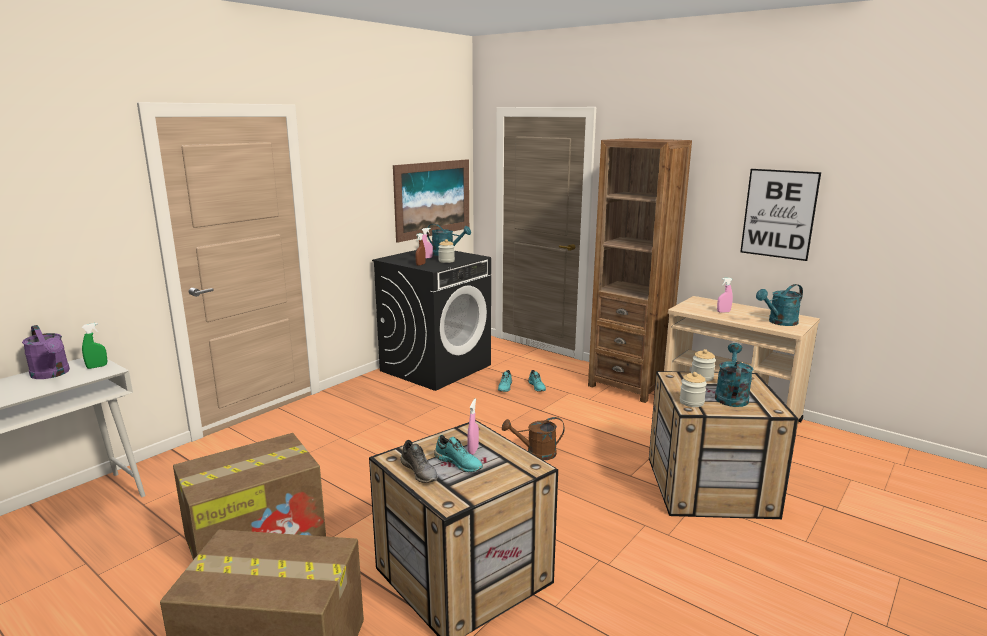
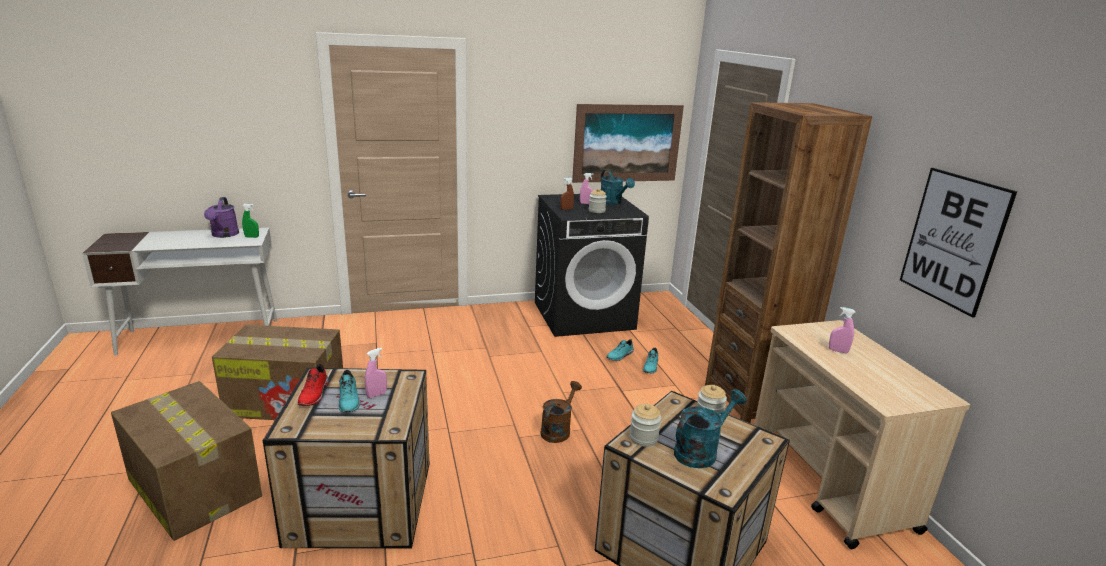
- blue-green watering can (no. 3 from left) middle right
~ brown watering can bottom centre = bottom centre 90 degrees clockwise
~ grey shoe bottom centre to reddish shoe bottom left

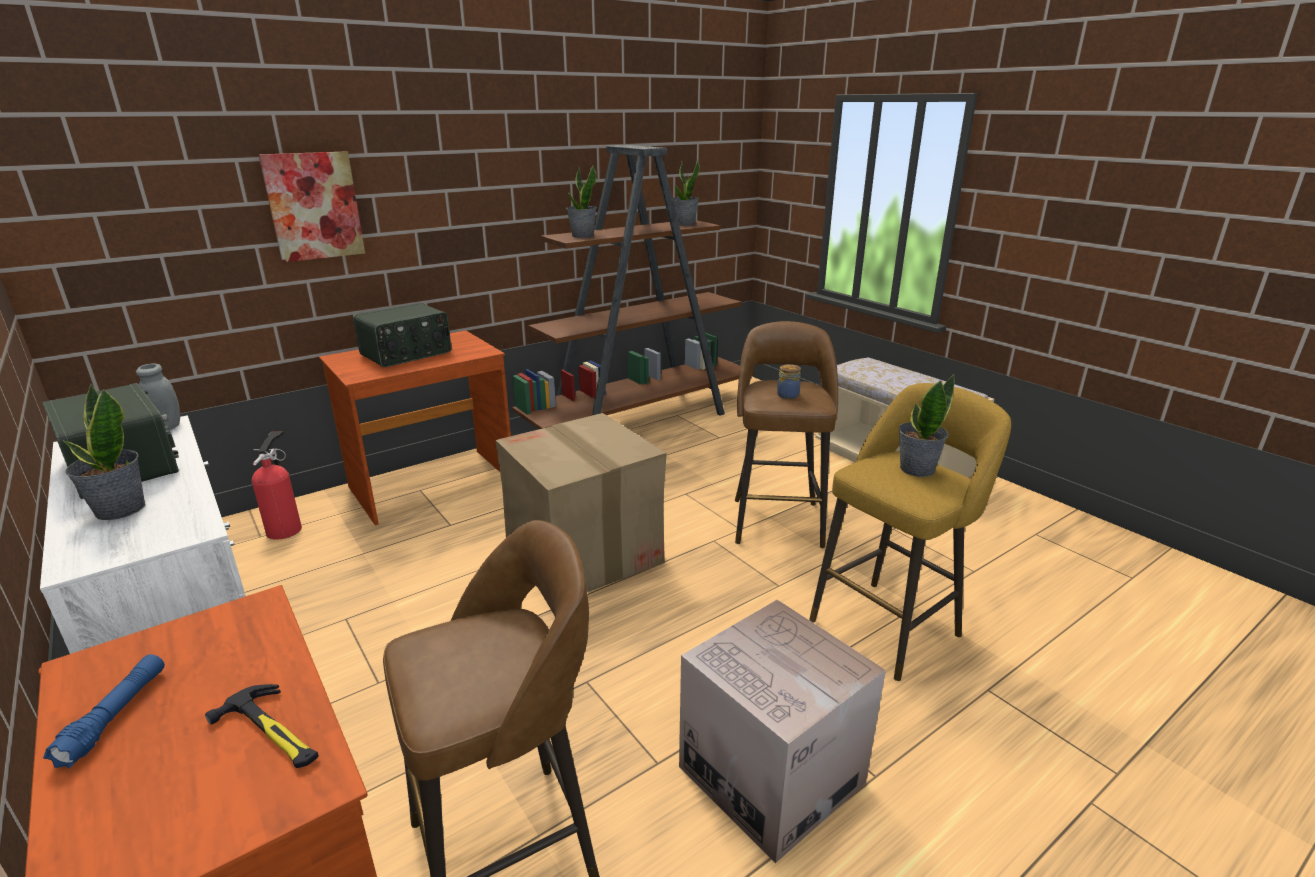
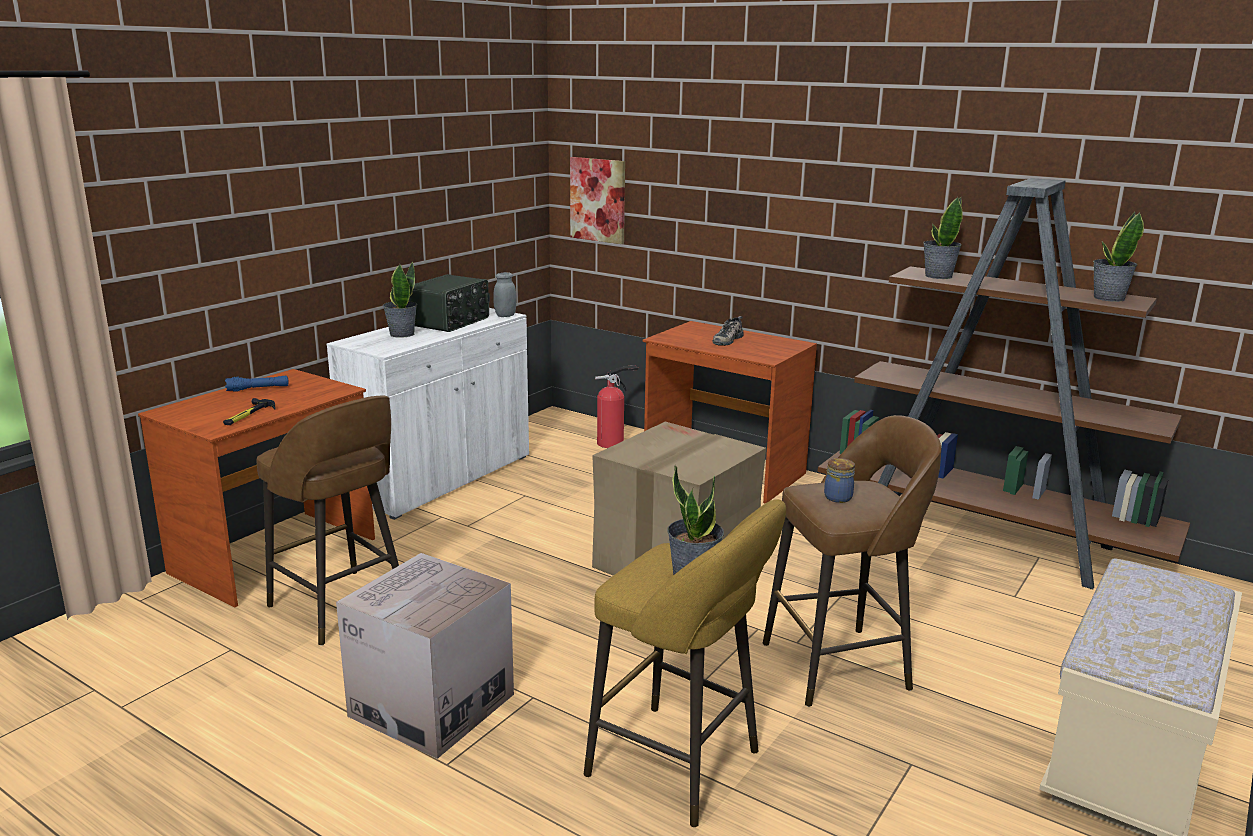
~ wall picture top left to top centre
~ radio set (no. 2 from left) middle left to shoe centre

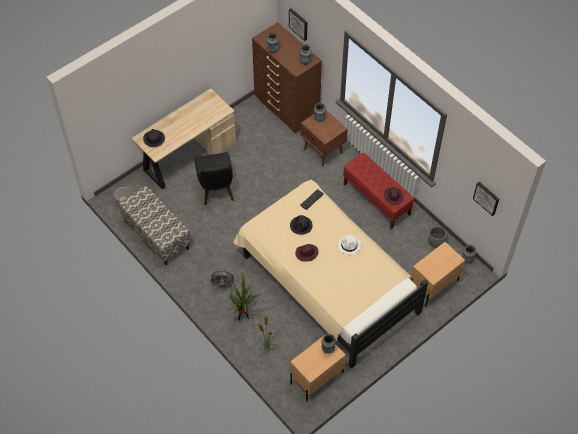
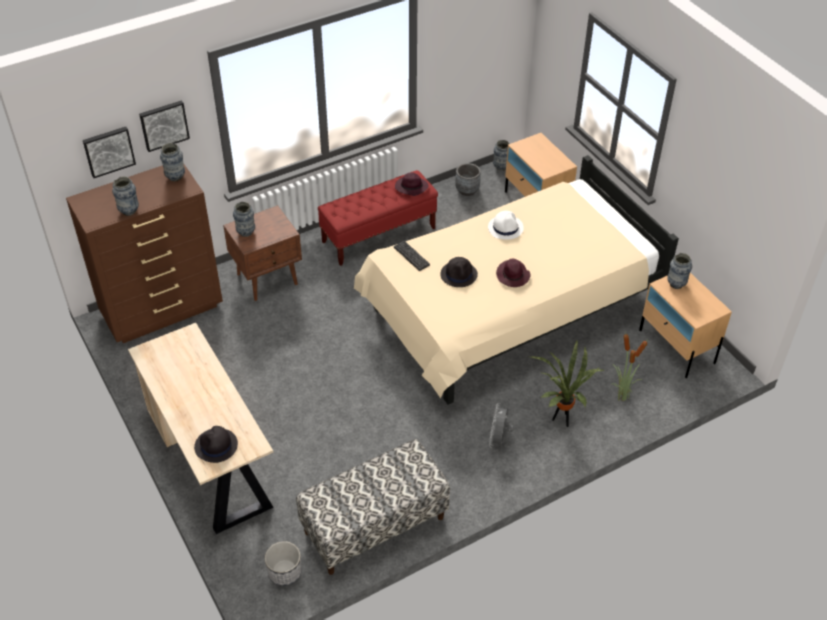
- black plain chair centre
~ wall picture (no. 2 from left) middle right to top left

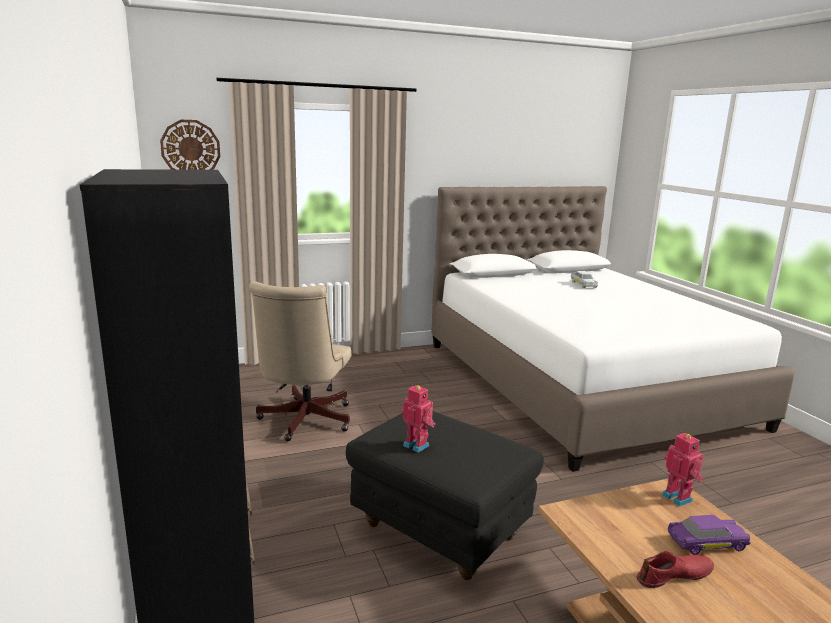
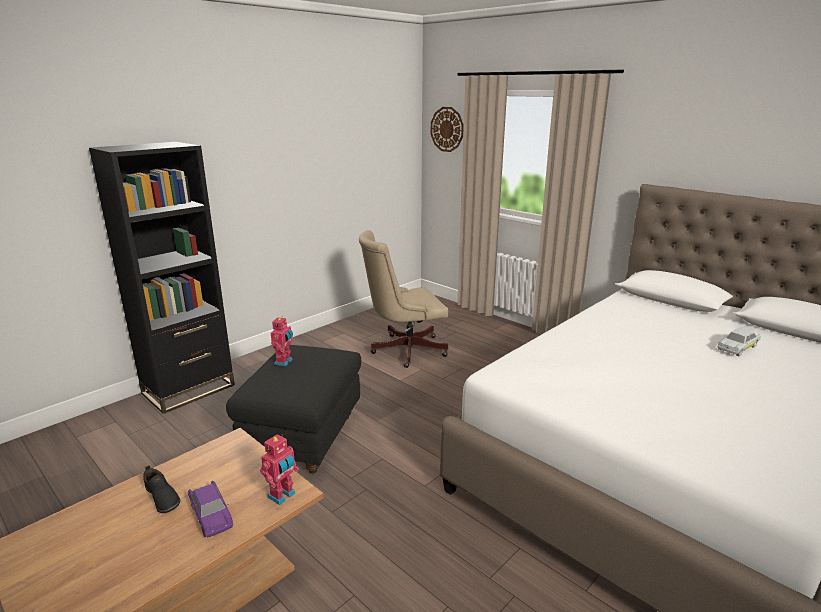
~ reddish shoe bottom right to black shoe bottom left

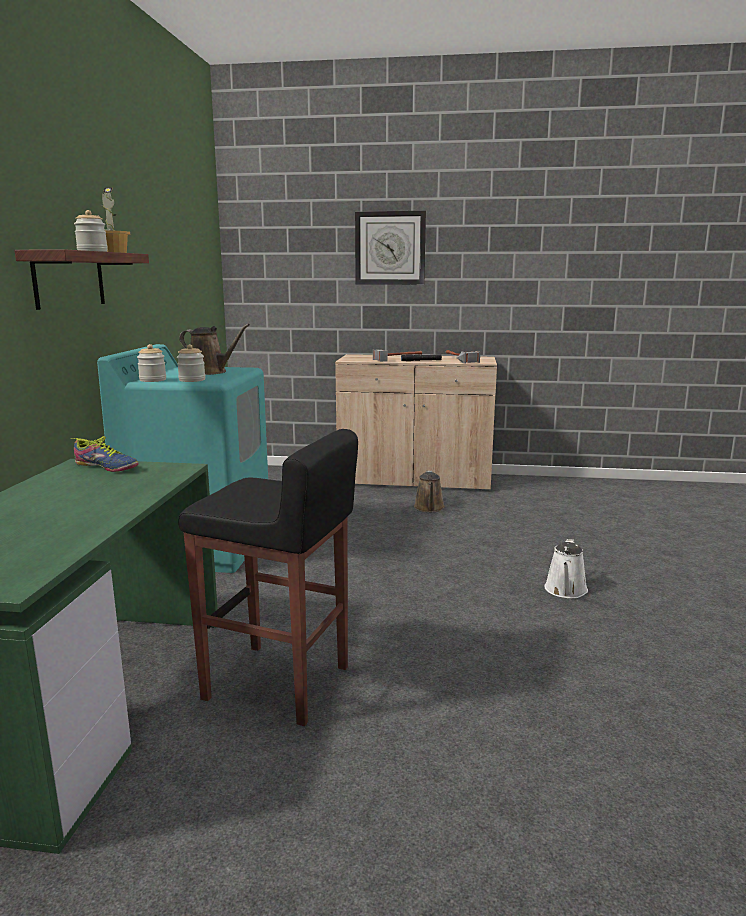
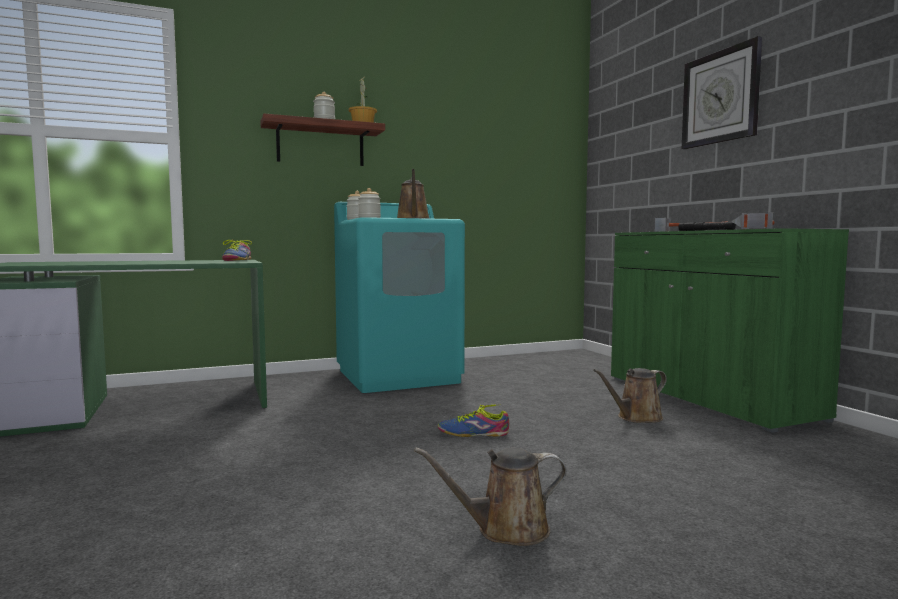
~ beige-coloured storage cabinet centre to greenish storage cabinet middle right
- black sitting stool centre
~ white-coloured watering can middle right to brown watering can (no. 2 from left) bottom centre
+ shoe (no. 2 from left) bottom centre

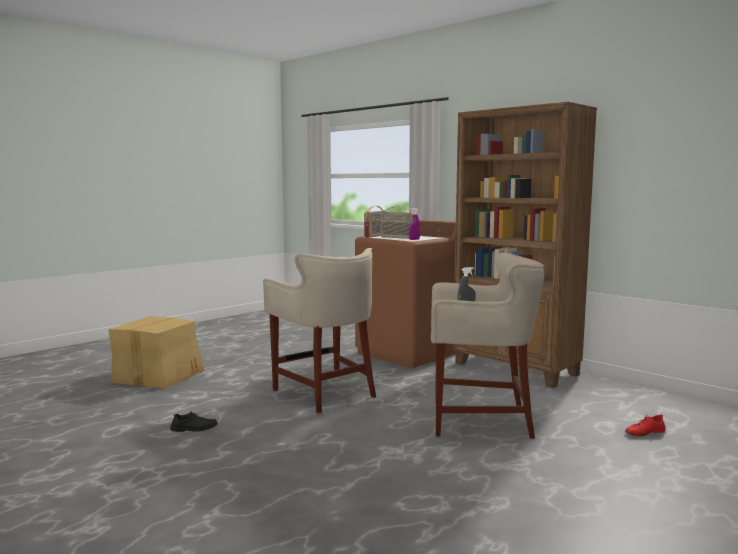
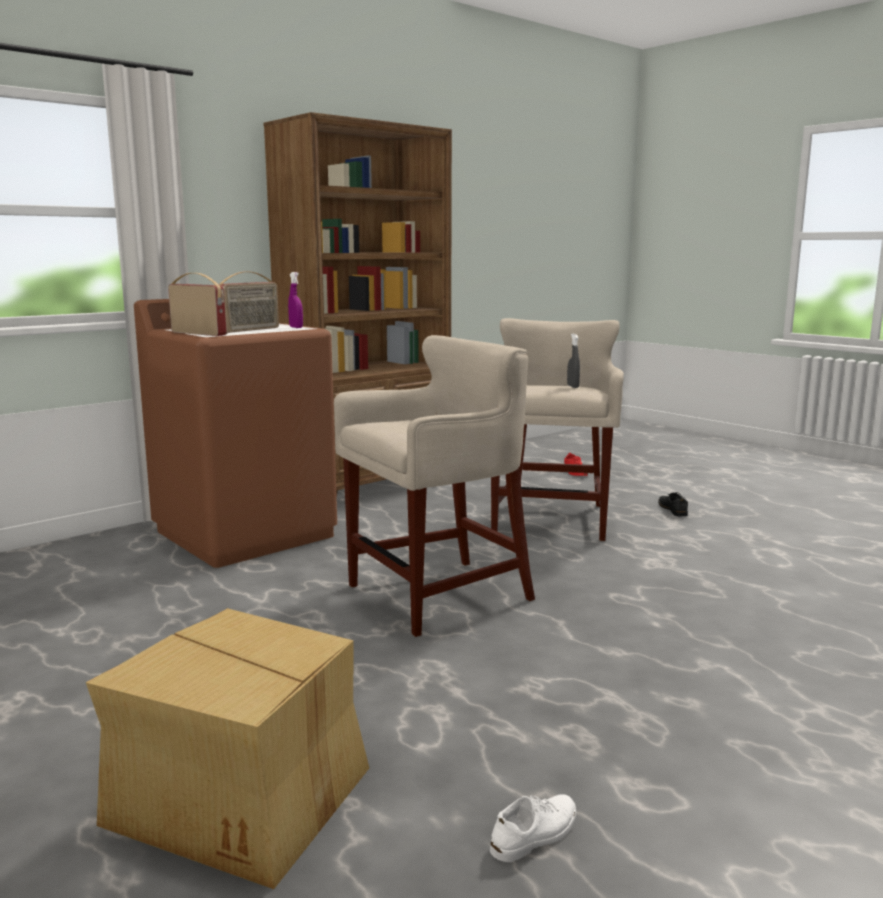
~ black shoe bottom left to middle right
+ white-coloured shoe bottom centre

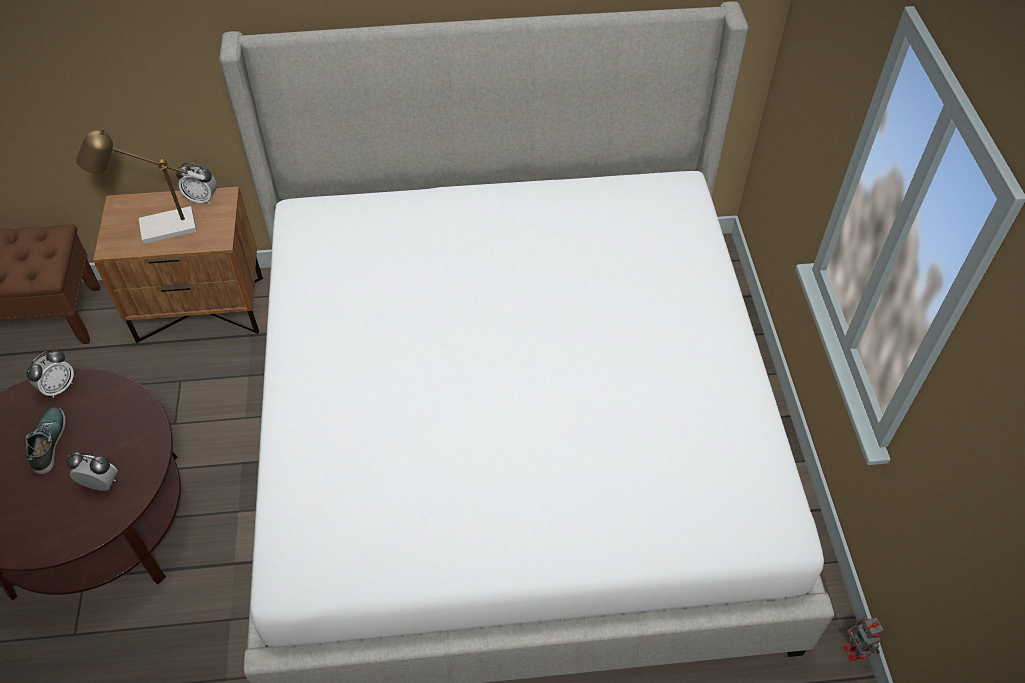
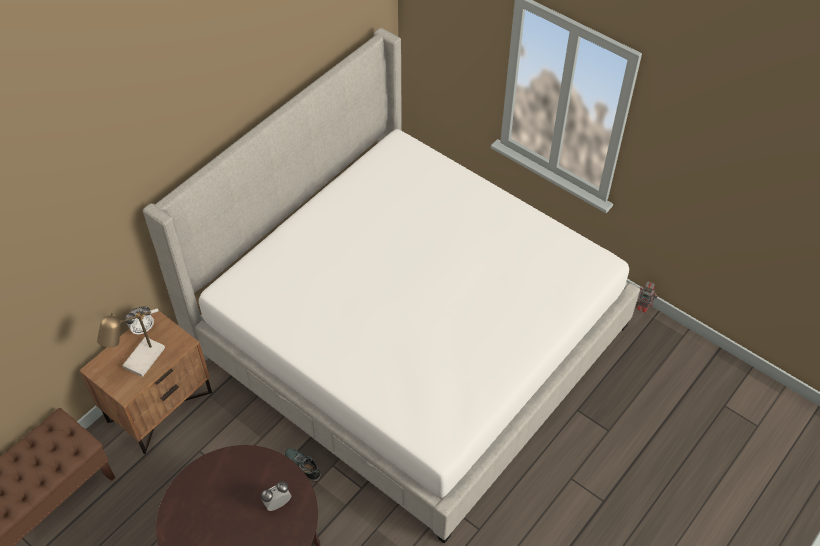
- table clock (no. 1 from left) middle left
~ shoe middle left to bottom centre

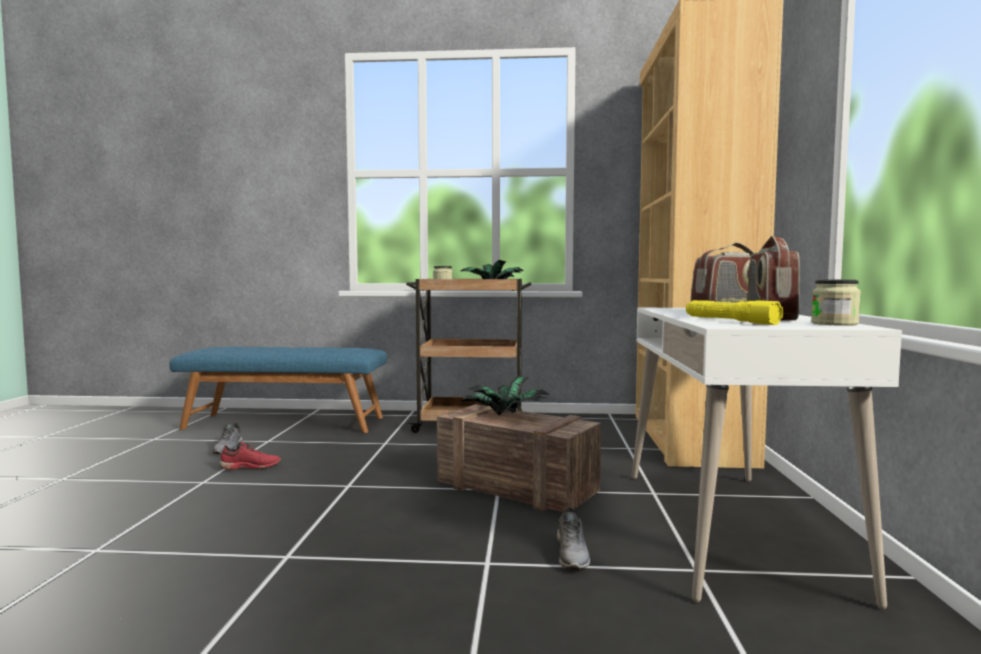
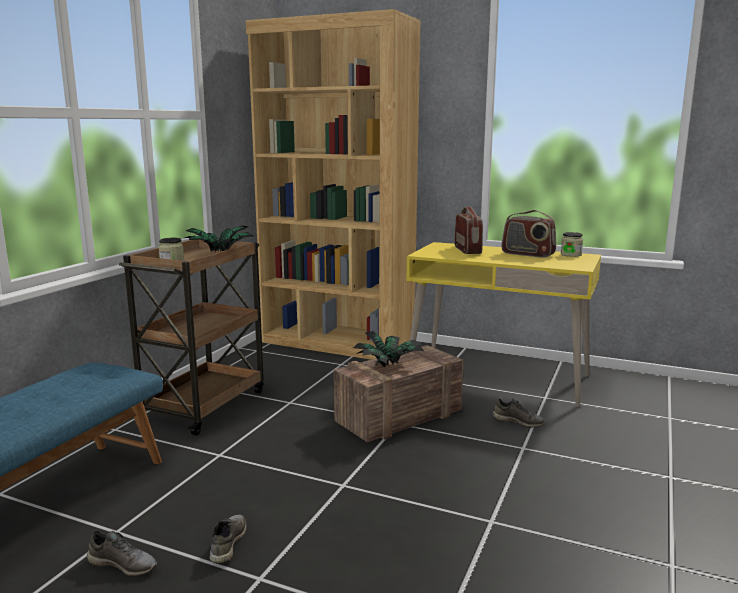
- yellow flashlight middle right
~ white-coloured desk unit bottom right to yellow desk unit middle right
~ reddish shoe bottom left to grey shoe (no. 2 from left) bottom left

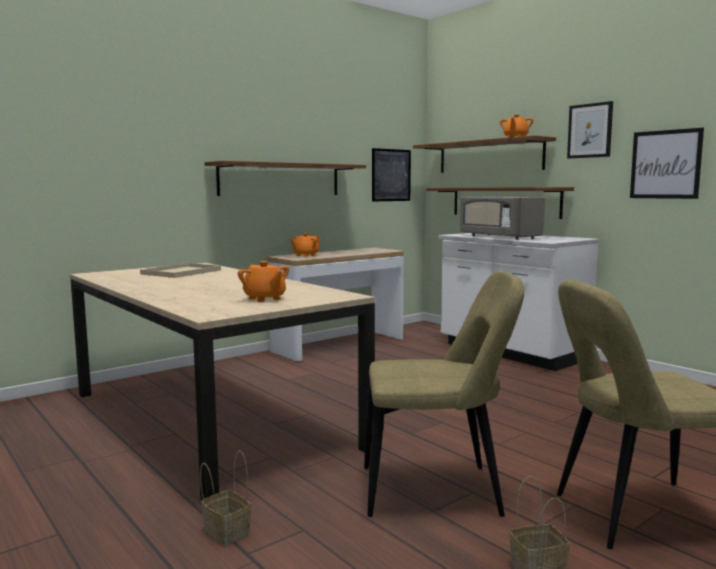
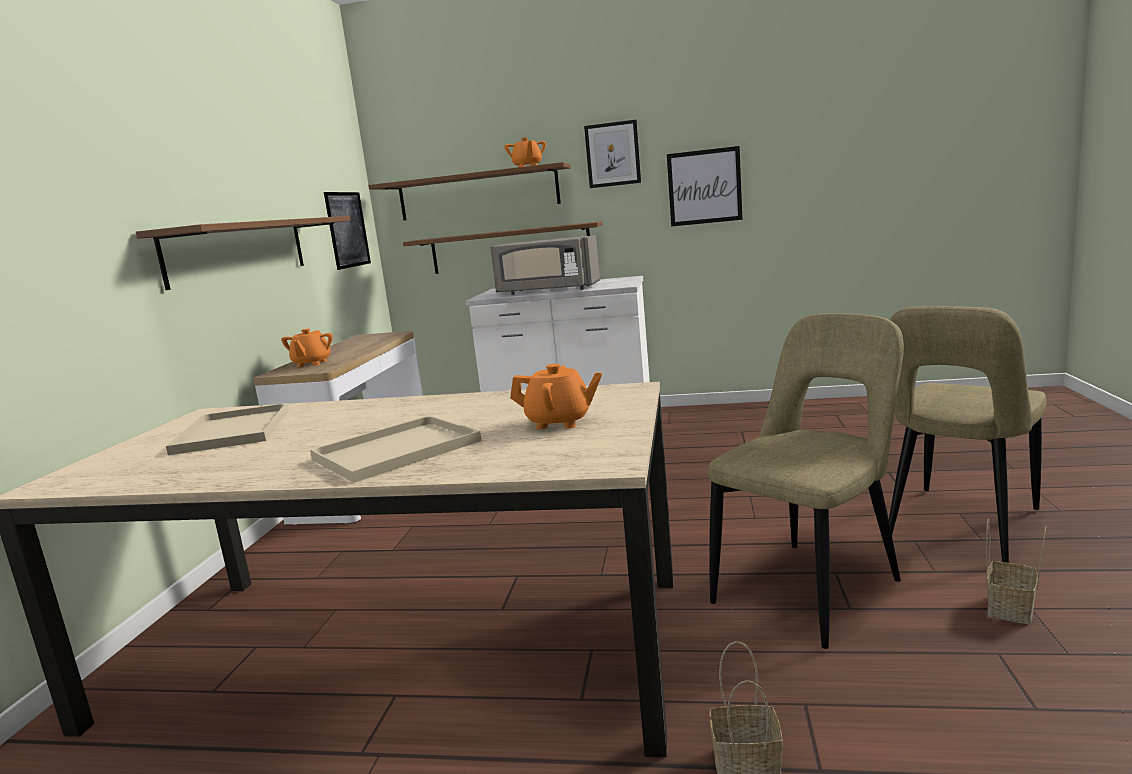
+ beige-coloured tray (no. 2 from left) centre

